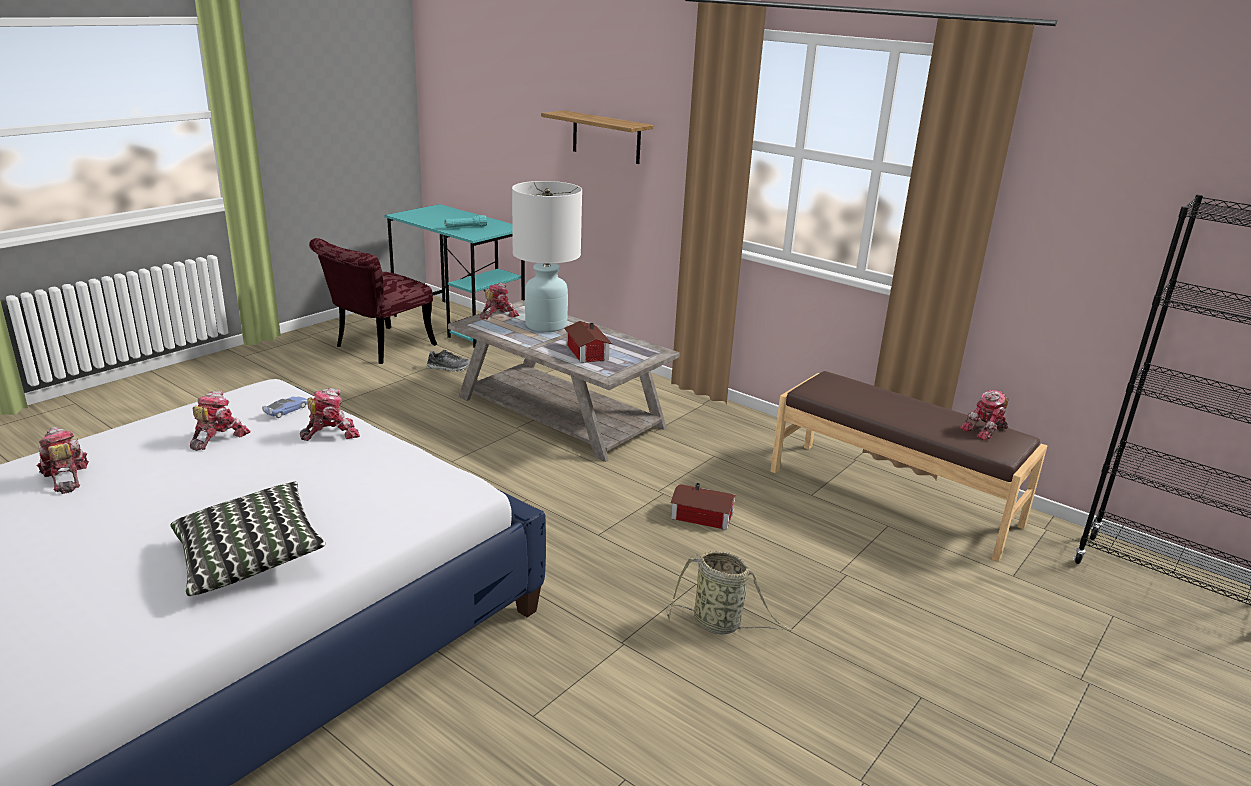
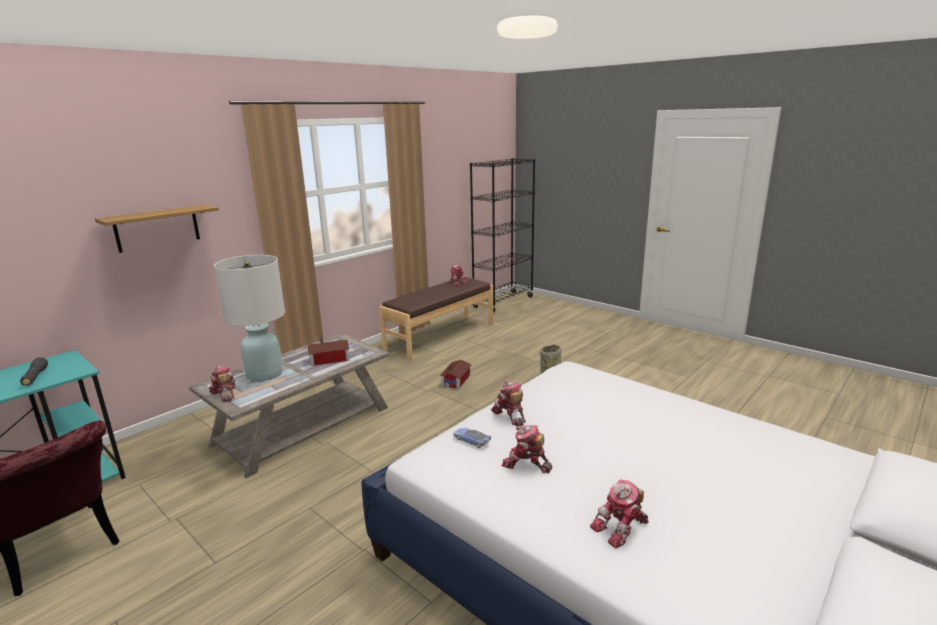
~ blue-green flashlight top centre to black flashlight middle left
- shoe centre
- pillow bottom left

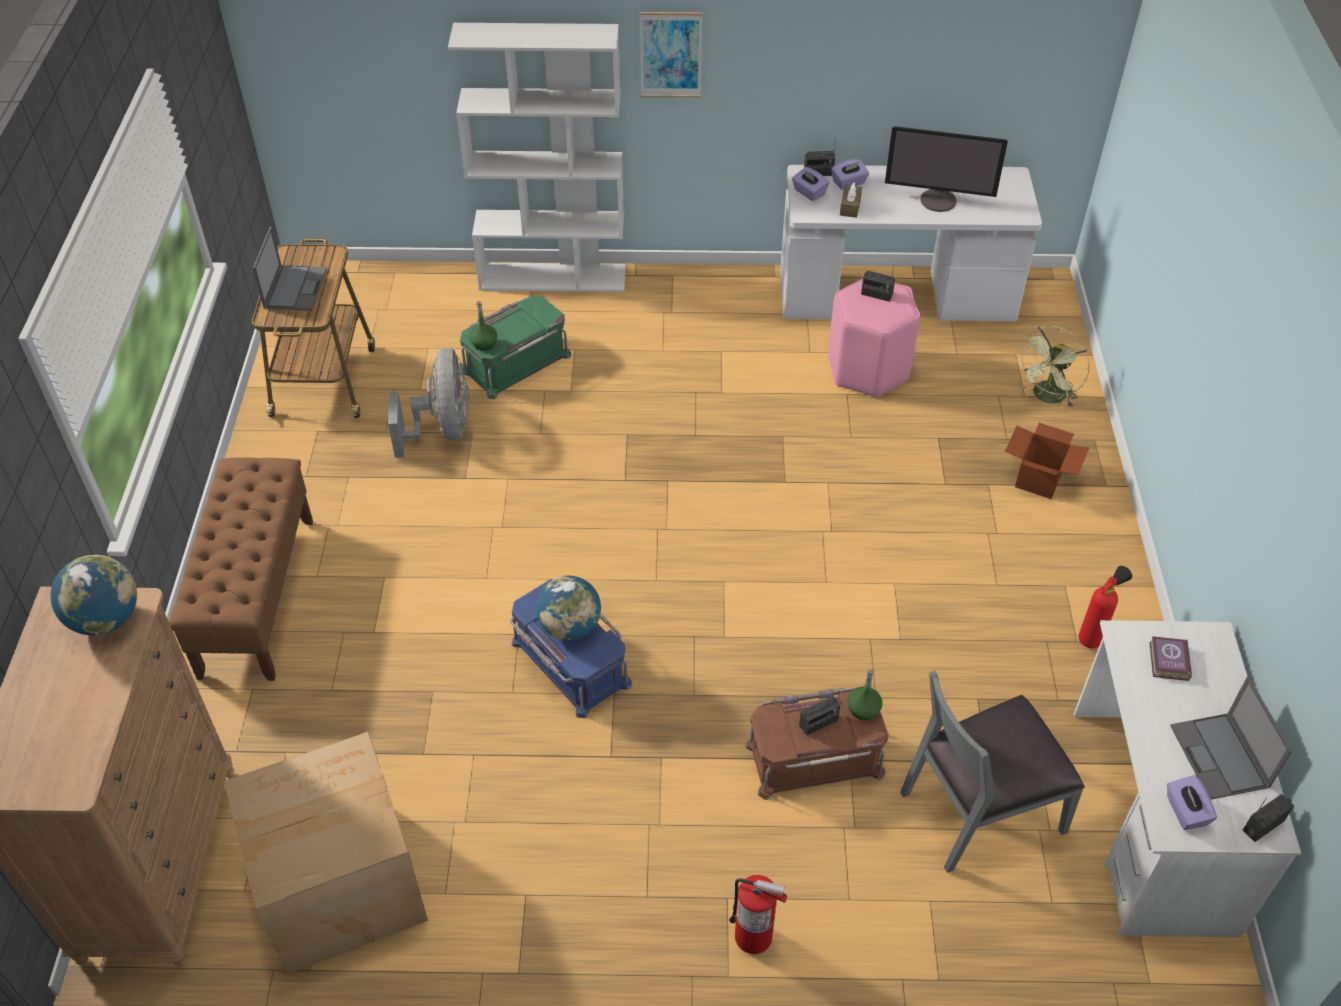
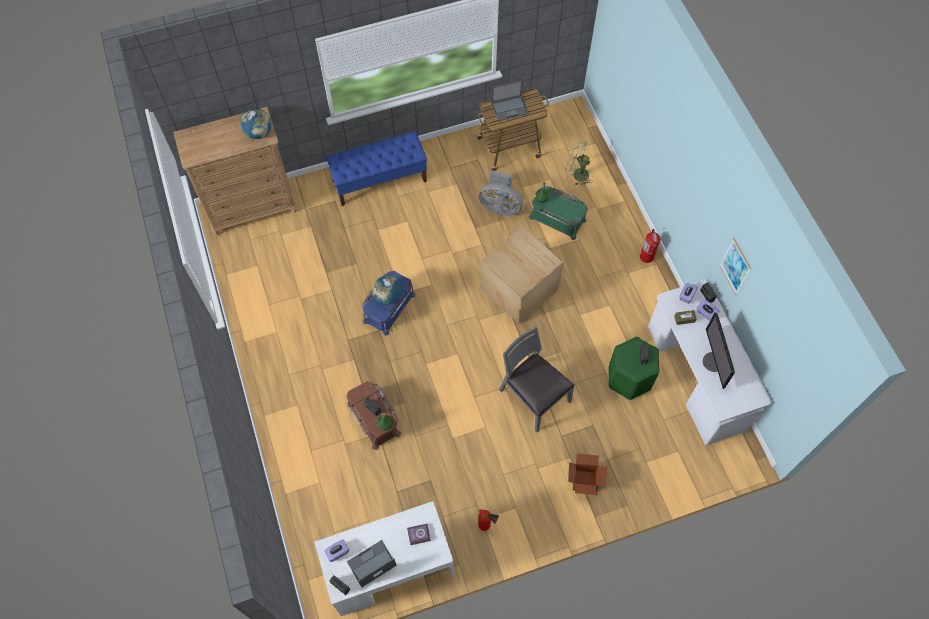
~ wall picture top centre to middle right
- white-coloured shelving unit top centre
~ pink sitting stool centre to greenish sitting stool middle right
~ greenish fan middle right to top centre
~ grey fan middle left = top centre 45 degrees clockwise
~ brown bench middle left to blue bench top centre
~ grey plain chair bottom right to centre
~ packing box (no. 1 from left) bottom left to centre
~ extinguisher (no. 1 from left in the first image) bottom centre to extinguisher (no. 2 from left) middle right

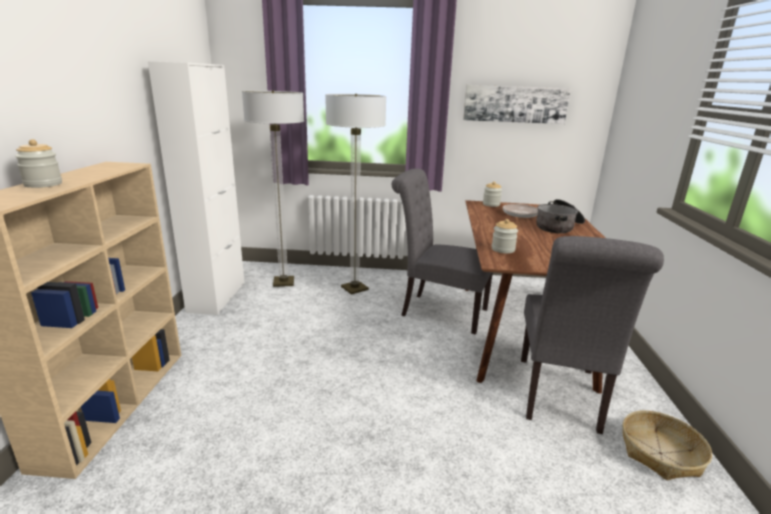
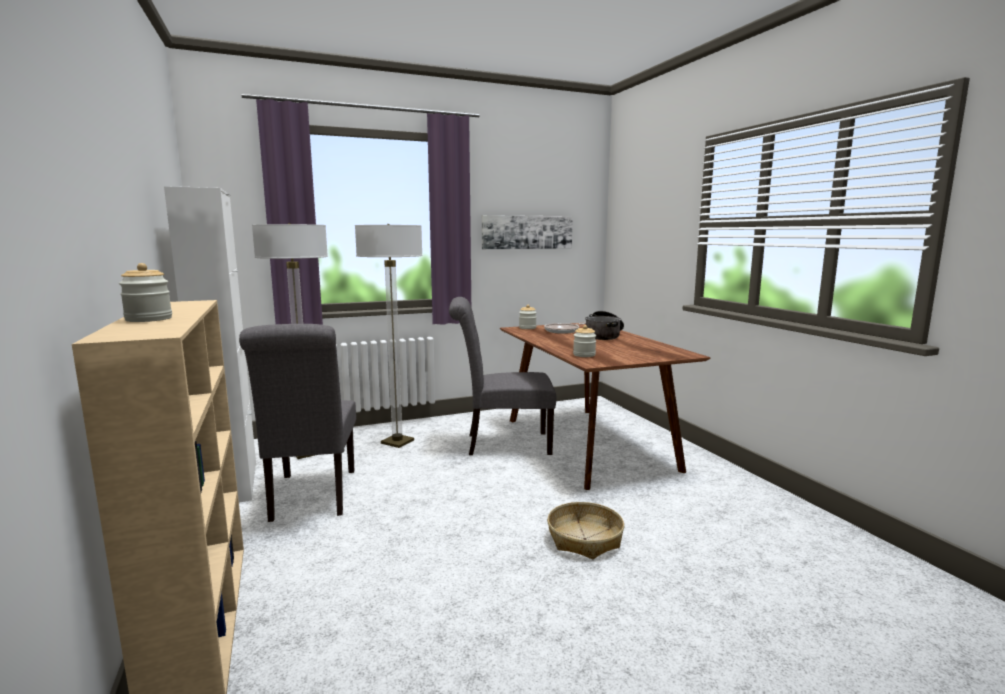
~ grey plain chair (no. 2 from left in the first image) middle right to grey plain chair (no. 1 from left) middle left
~ basket bottom right to bottom centre

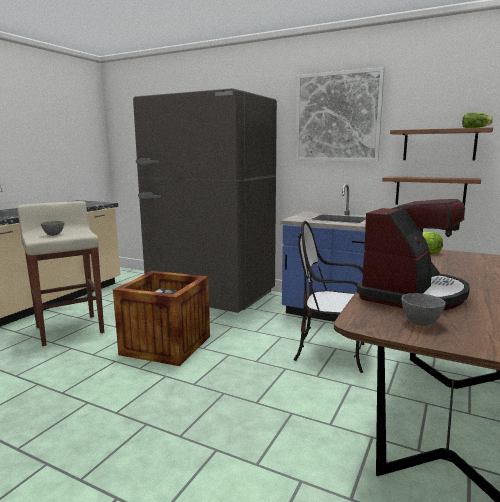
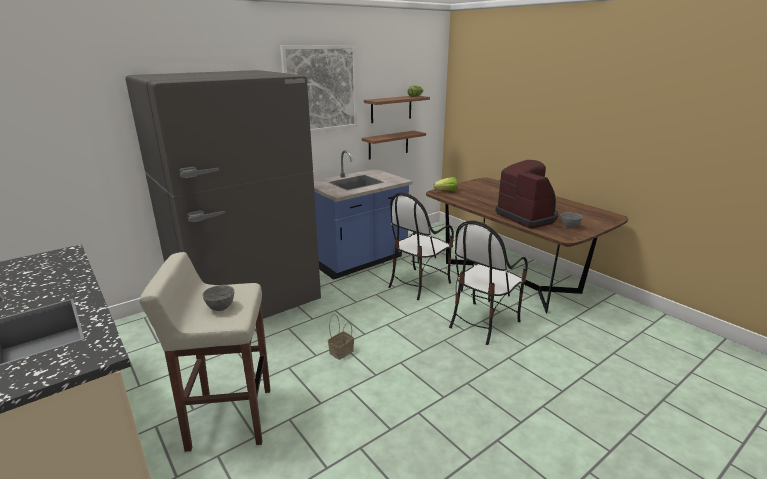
~ crate middle left to basket bottom centre
+ plain chair (no. 2 from left) centre

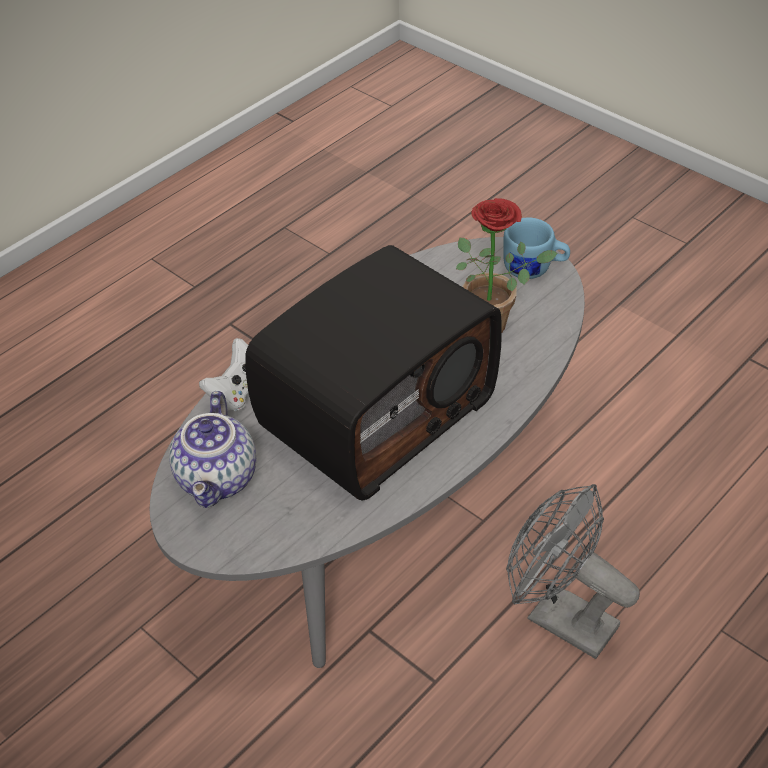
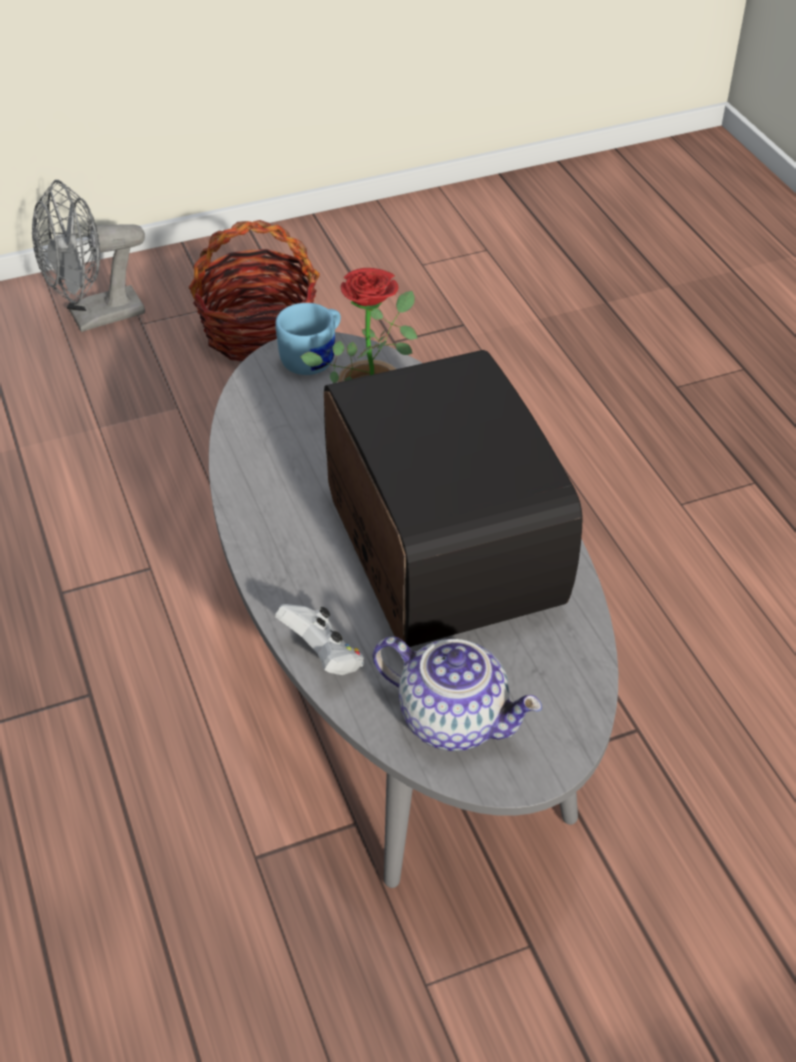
~ grey fan bottom right to top left
+ basket top left

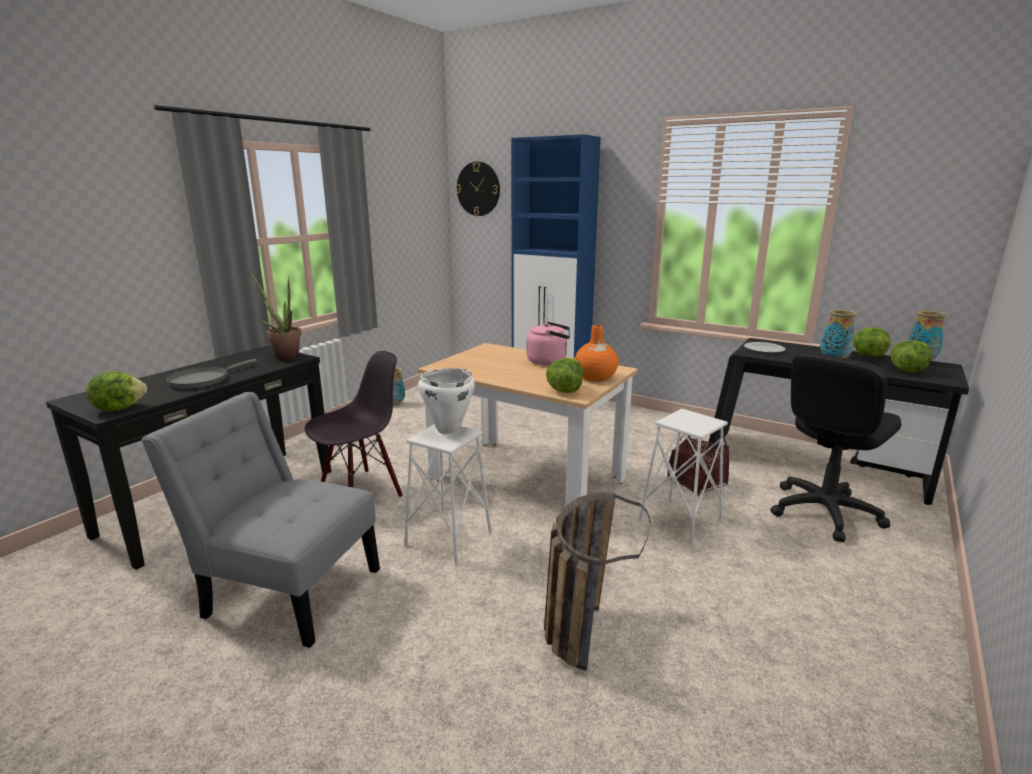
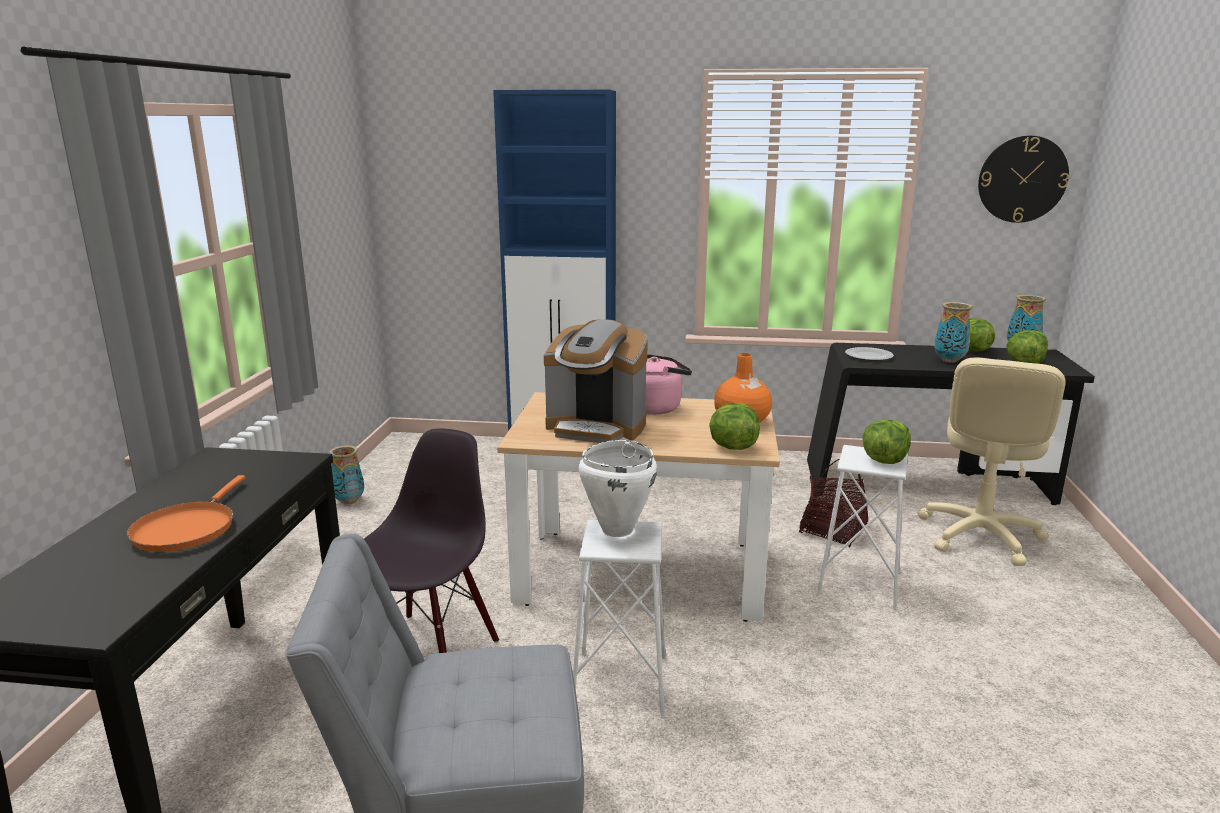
~ hanging clock top centre to top right
- plant in a pot middle left
~ black office chair middle right to beige-coloured office chair middle right
~ grey pan middle left to orangey pan middle left
~ lettuce (no. 1 from left in the first image) middle left to lettuce (no. 2 from left) middle right
- basket (no. 1 from left) bottom centre
+ coffee machine centre

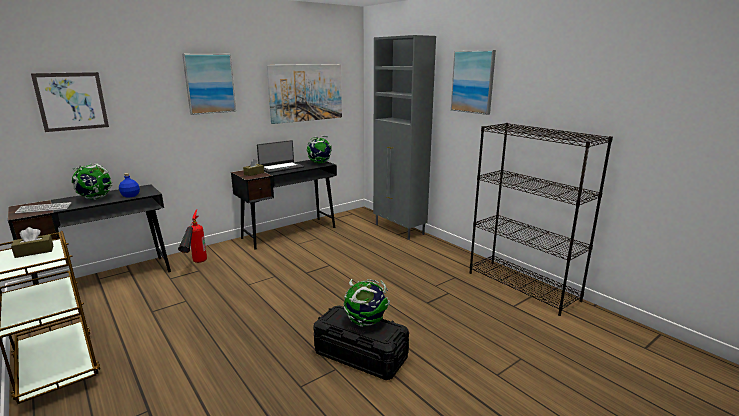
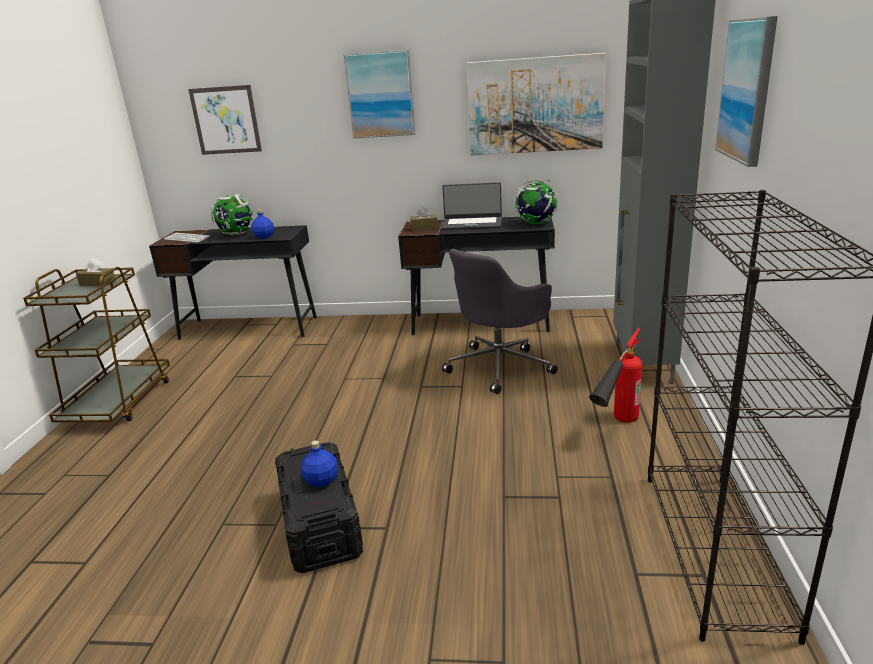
~ extinguisher middle left to middle right
~ globe (no. 3 from left) bottom centre to blue beverage bottle (no. 2 from left) bottom centre
+ grey office chair centre

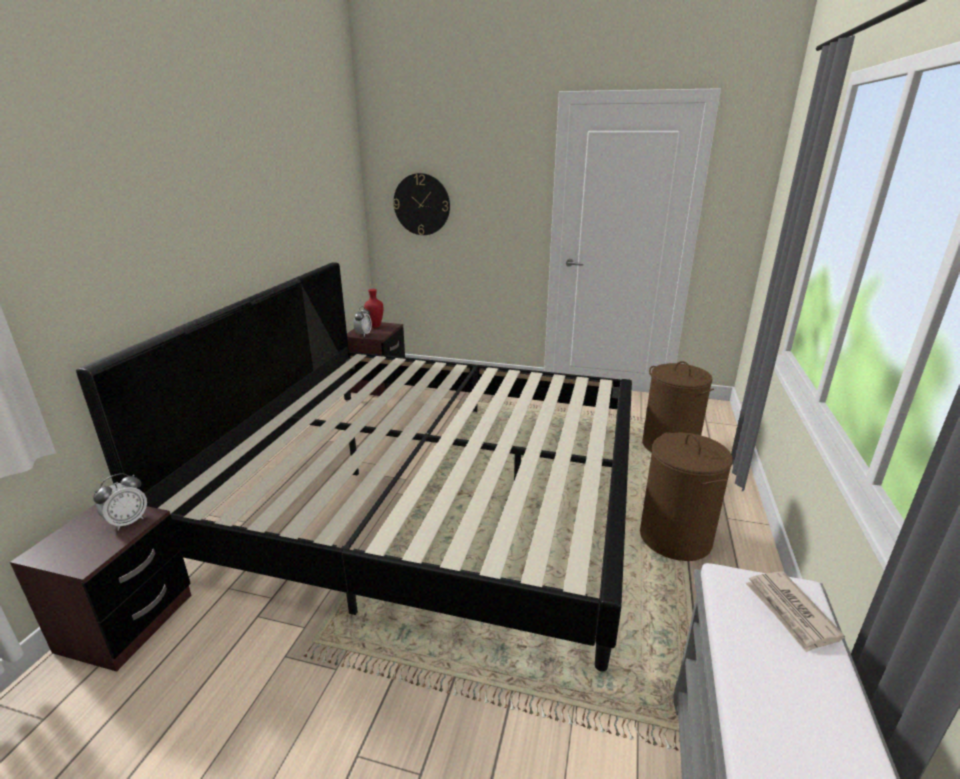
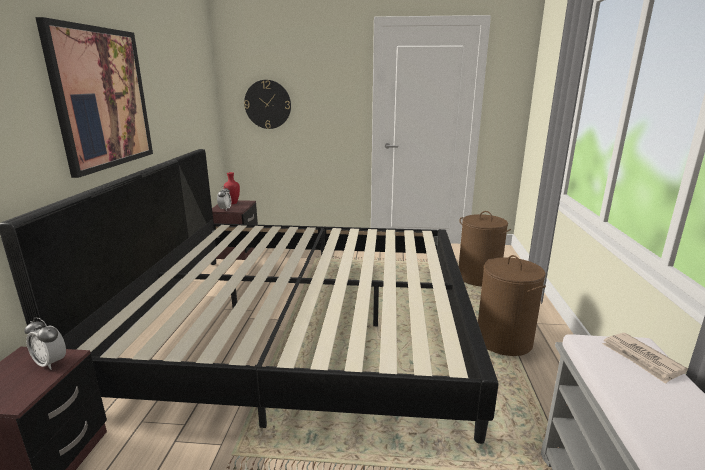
~ table clock (no. 1 from left) middle left = bottom left 90 degrees clockwise
+ wall picture top left

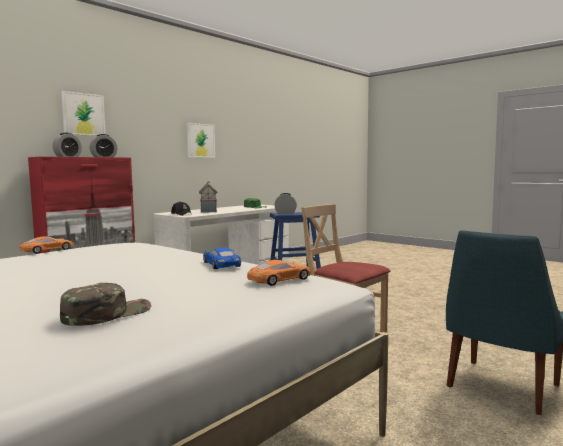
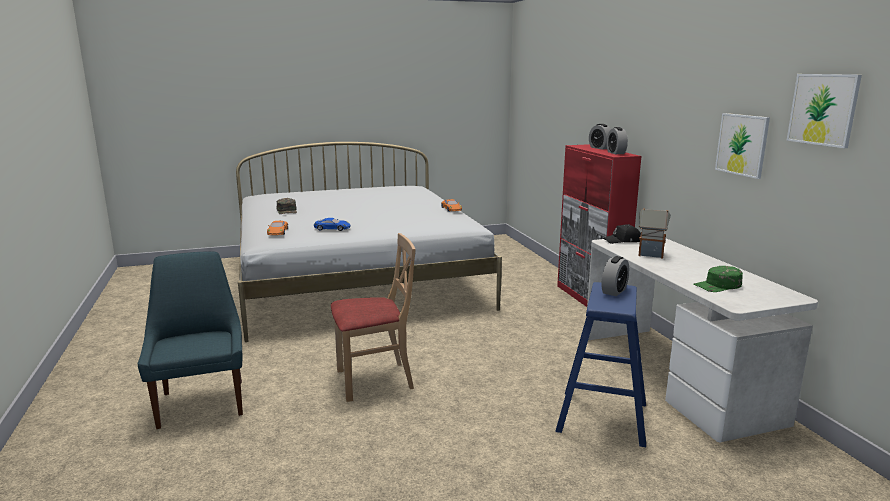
~ wall picture (no. 1 from left in the first image) top left to wall picture (no. 2 from left) top right

